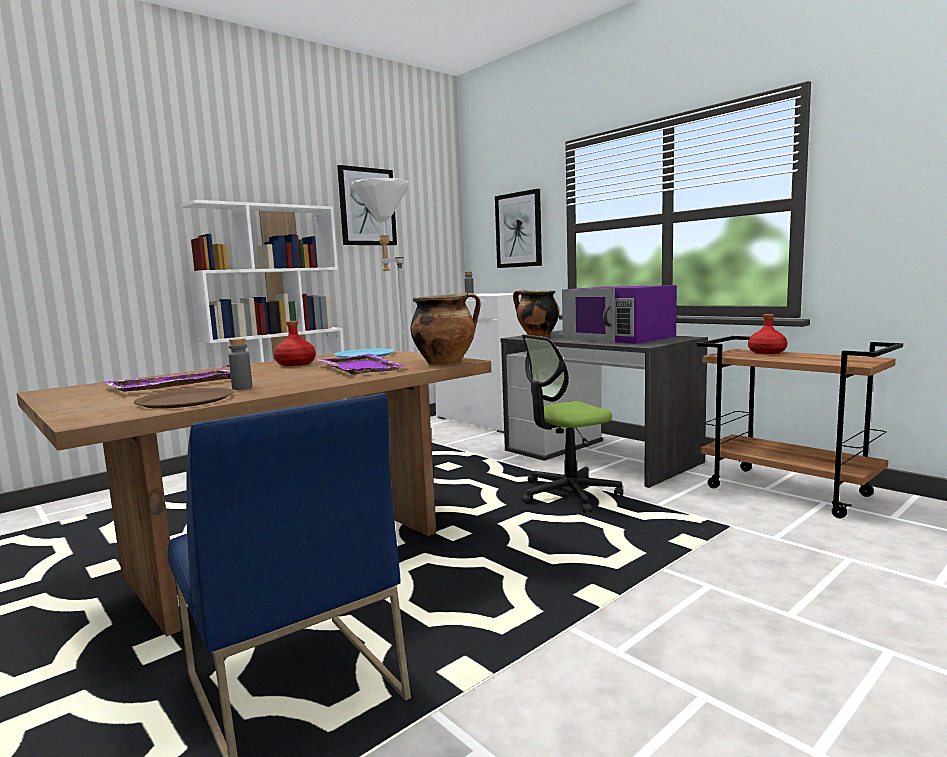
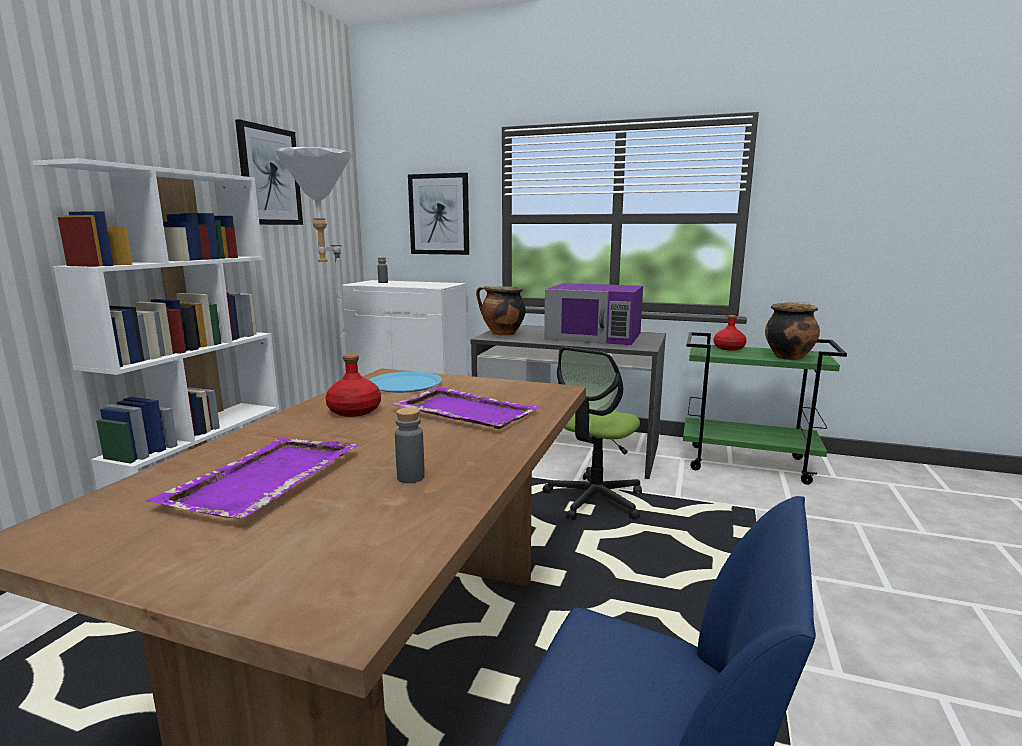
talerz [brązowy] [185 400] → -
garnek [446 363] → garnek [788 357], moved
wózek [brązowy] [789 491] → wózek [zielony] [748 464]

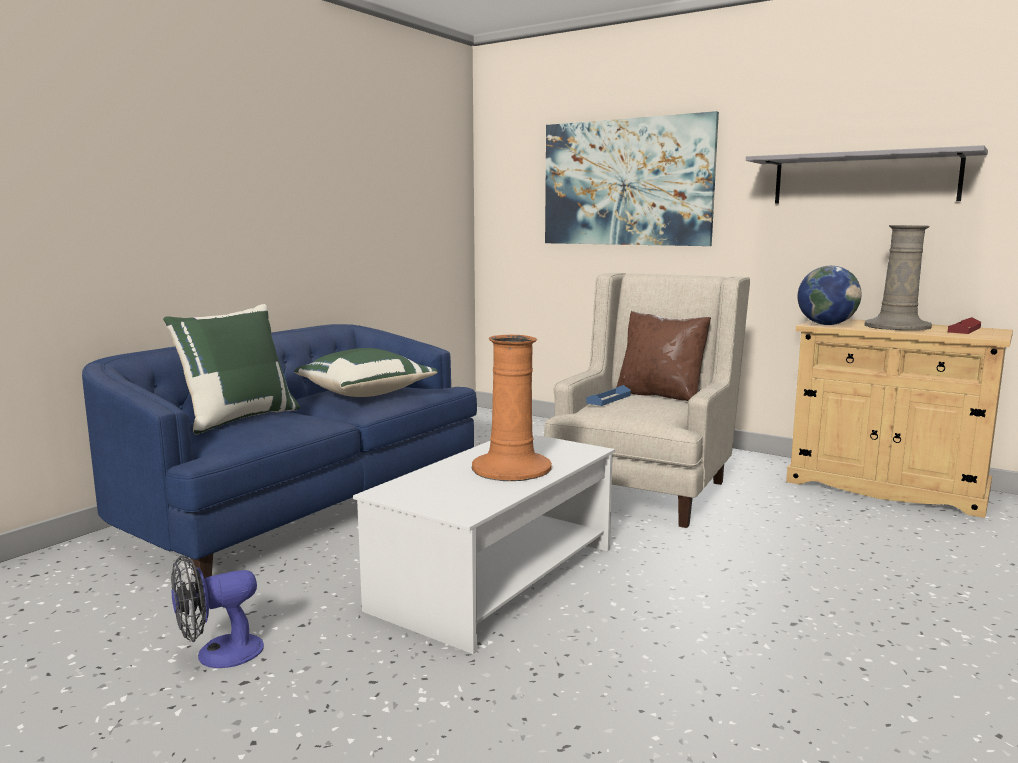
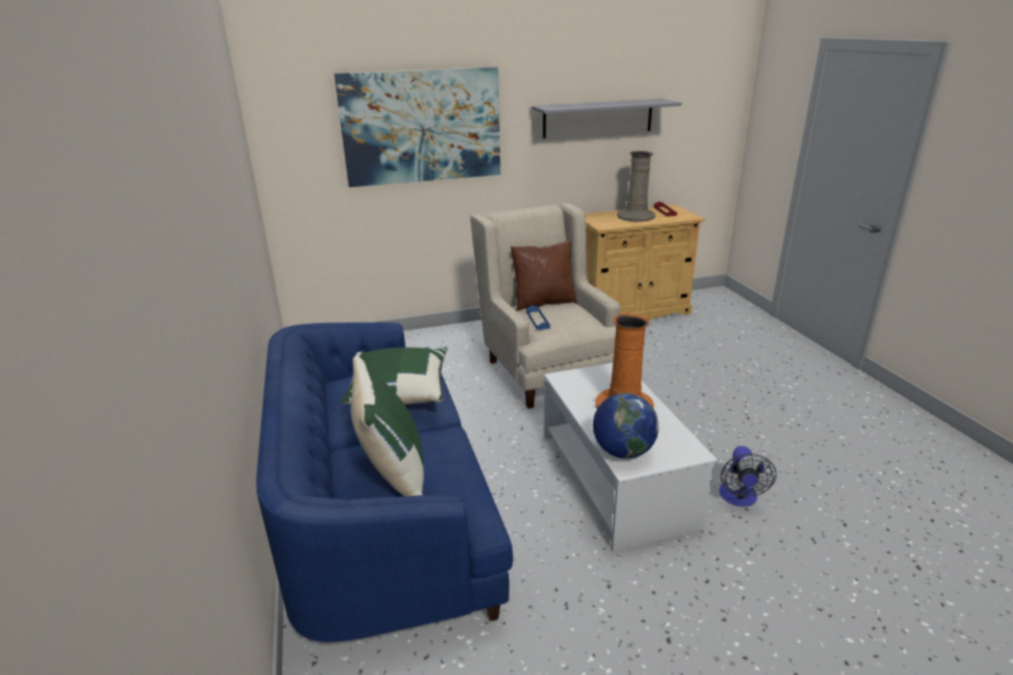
wentylator [218 655] → wentylator [739 499], moved
globus [826 324] → globus [623 451], moved

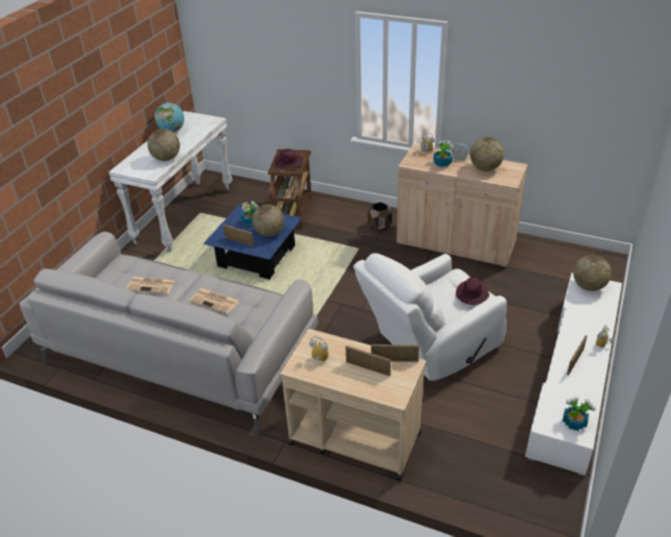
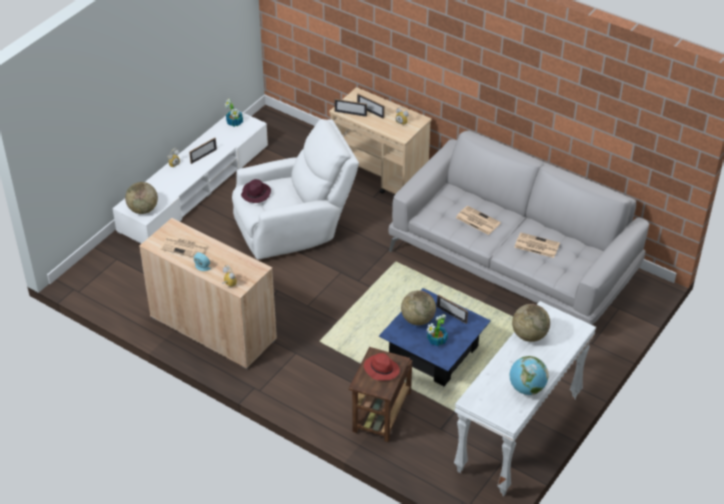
donica [brązowy] [380 226] → -
roślina doniczkowa [442 163] → -
globus [485 168] → gazeta [185 247]
kapelusz [fioletowy] [288 163] → kapelusz [czerwony] [381 369]

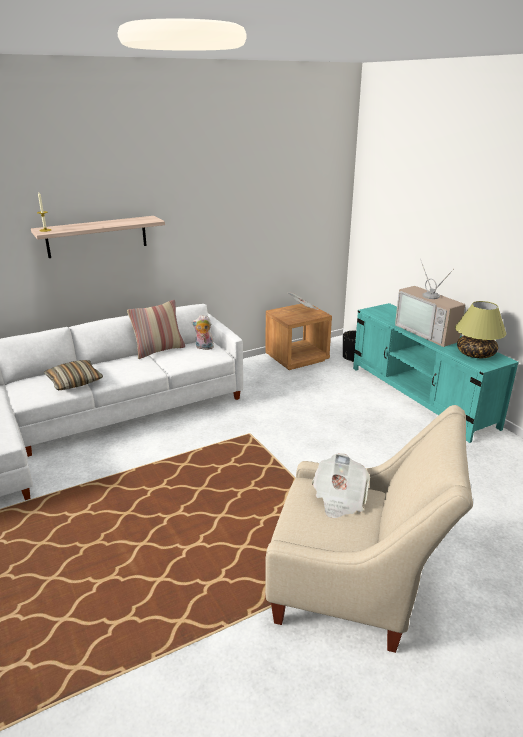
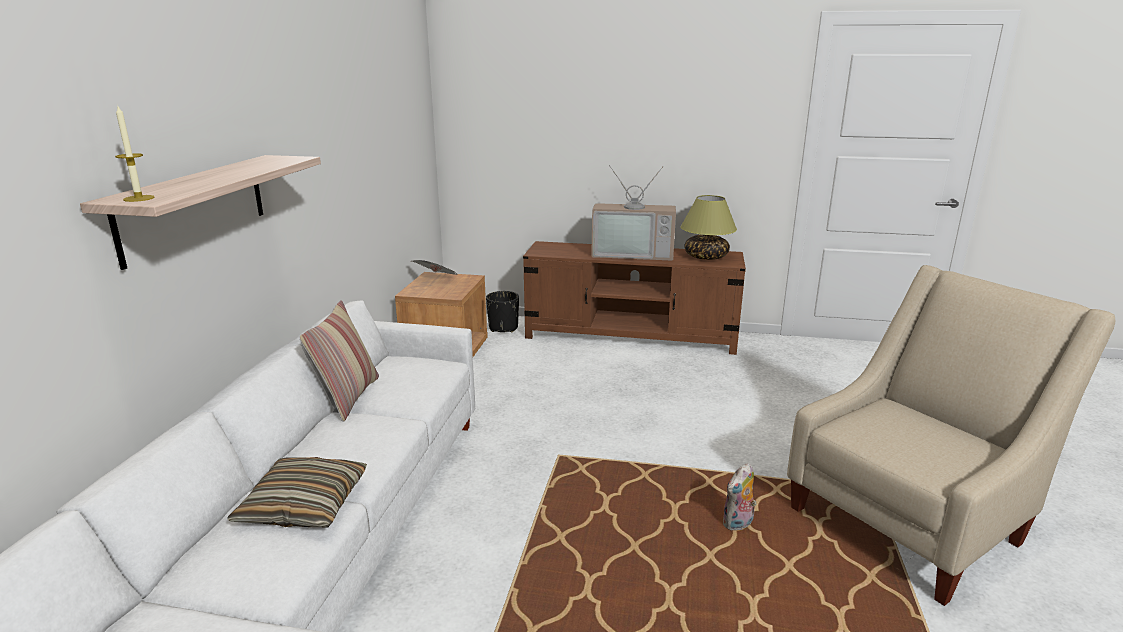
gazeta [339 499] → -
pluszak [204 348] → pluszak [738 524], moved
szafka pod telewizor [turkusowy] [421 396] → szafka pod telewizor [brązowy] [631 336]

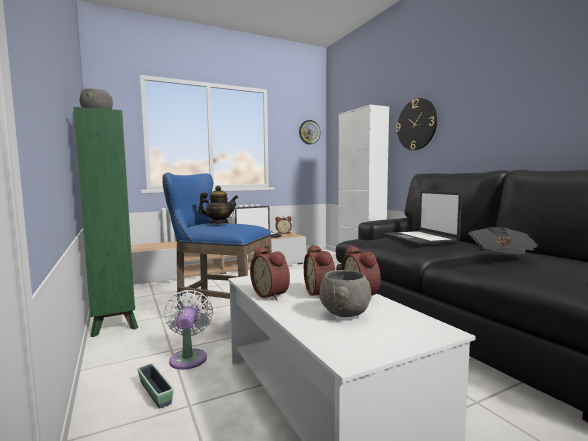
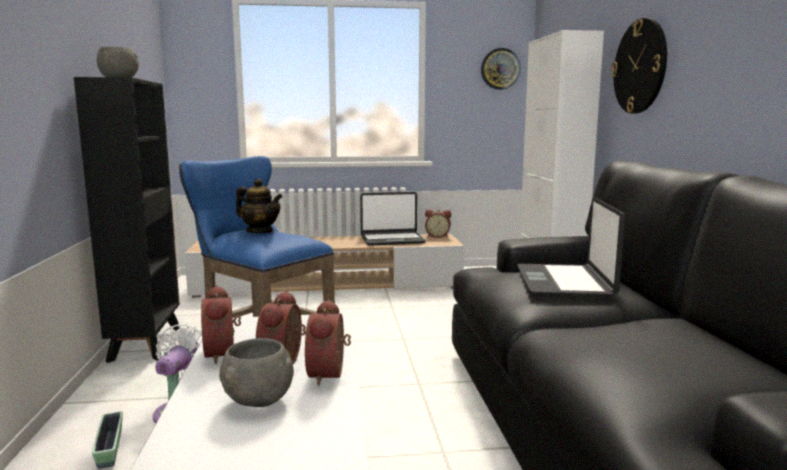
gazeta [502 258] → -
regał [zielony] [115 320] → regał [czarny] [147 343]

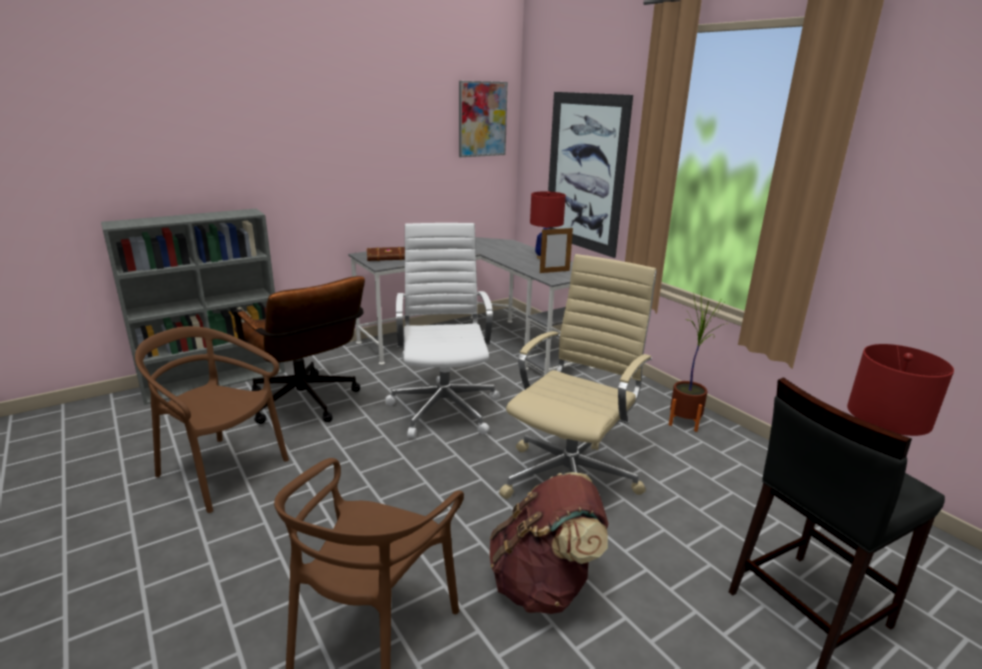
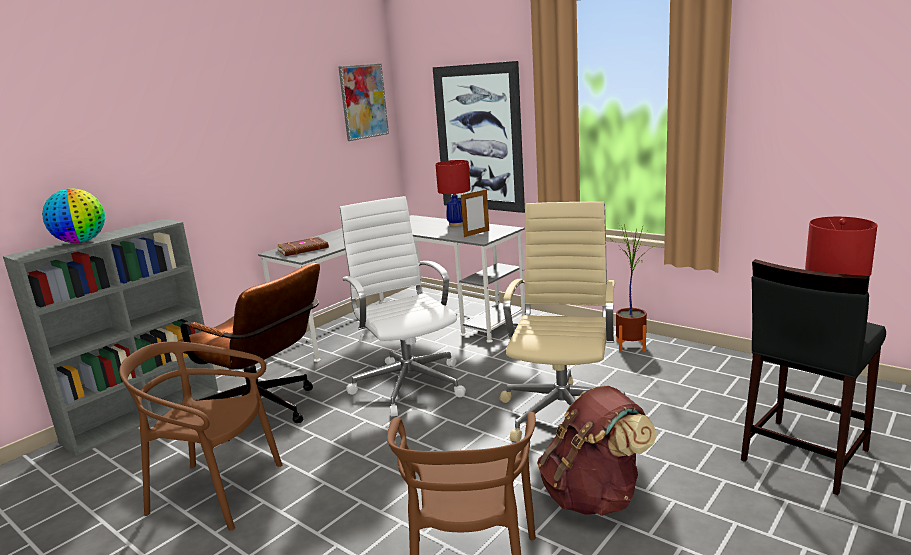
- → globus [81 242]

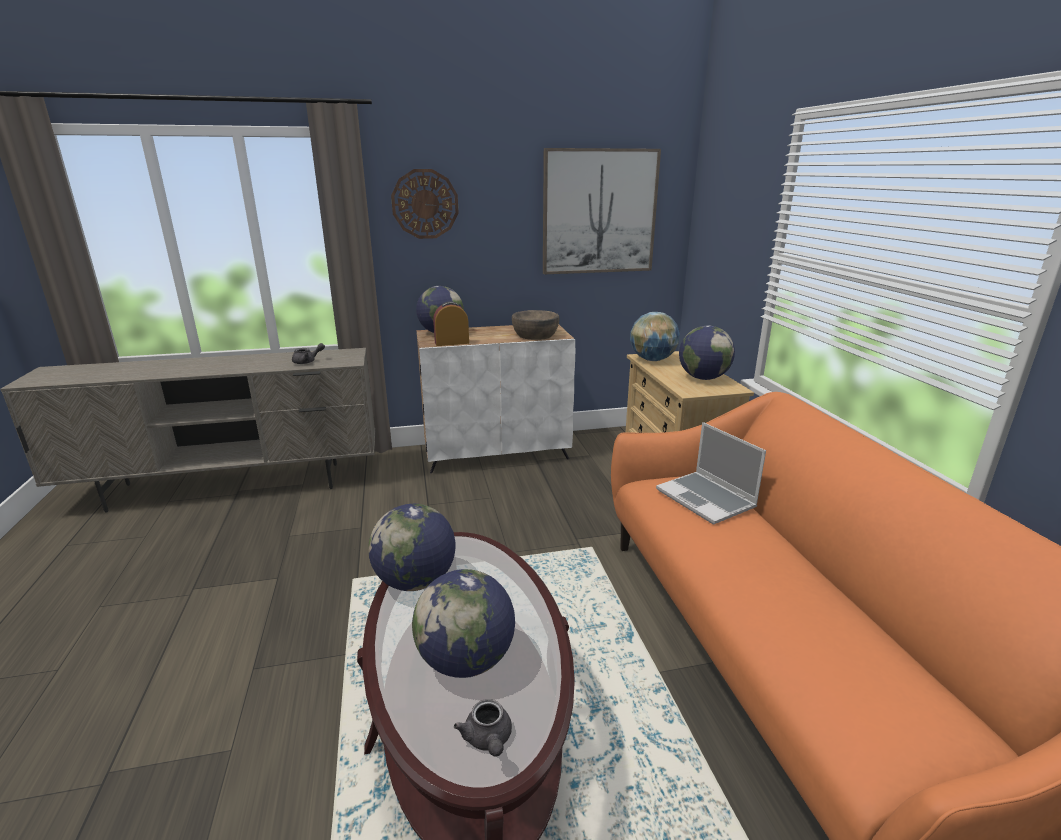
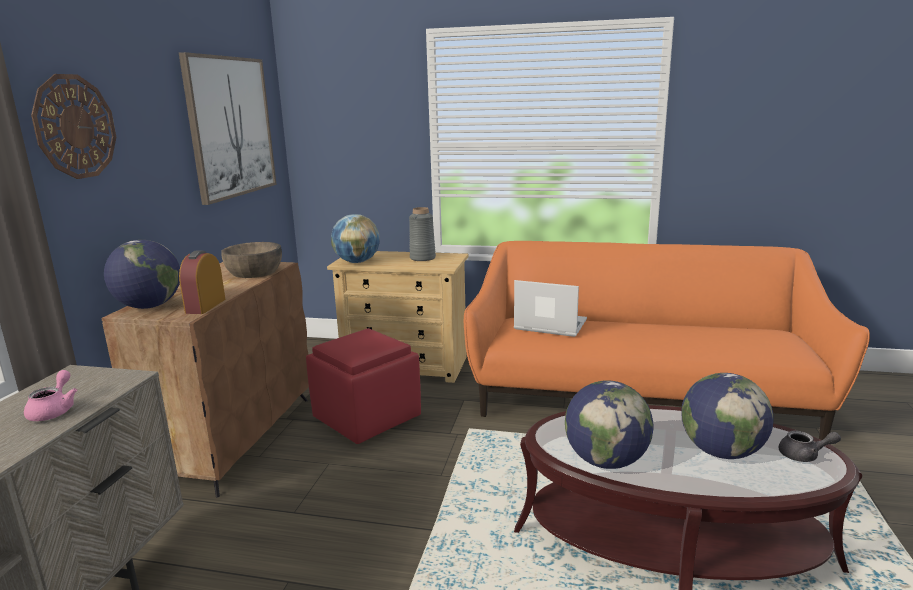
- → pufa [czerwony] [367 417]
globus [703 378] → wazon [szary] [423 258]
imbryk [szary] [307 361] → imbryk [różowy] [54 410]
szafka [biały] [497 453] → szafka [brązowy] [236 438]
laptop [707 499] → laptop [549 325], 150 degrees counterclockwise

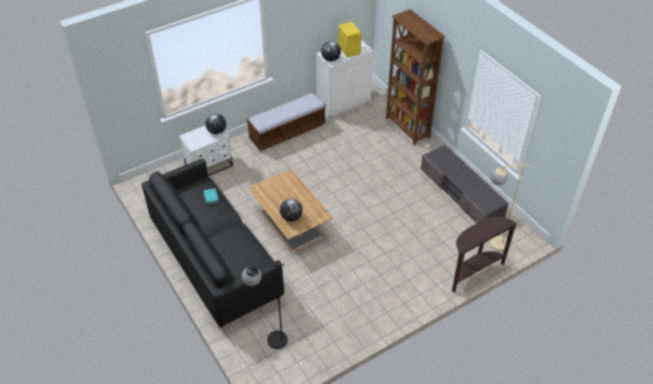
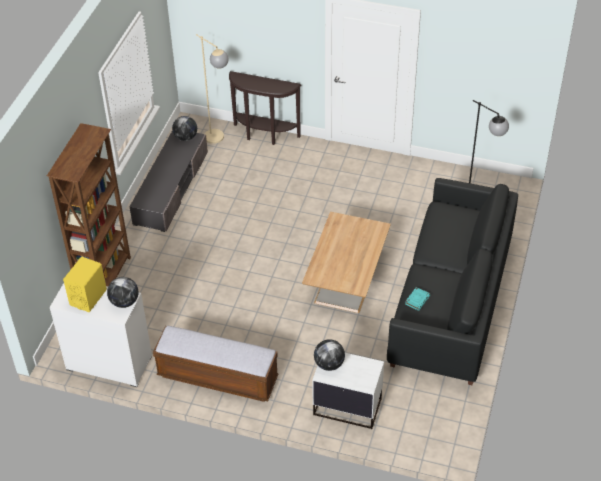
globus [291 217] → globus [185 137], moved

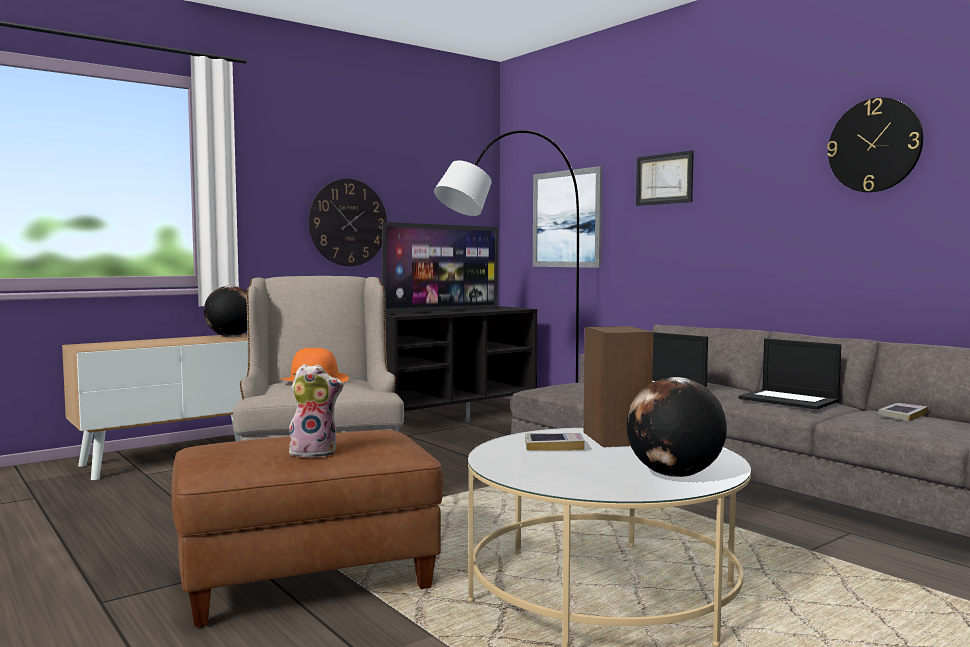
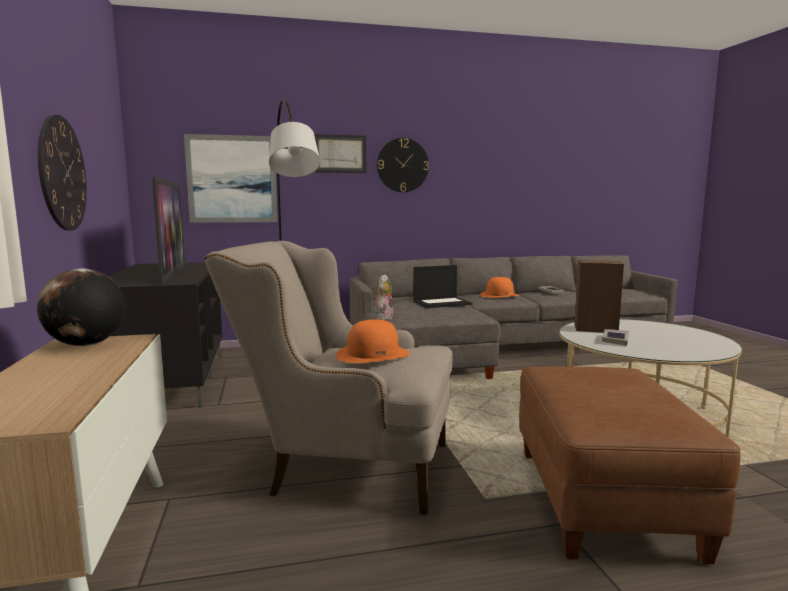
globus [674 475] → -
pluszak [315 452] → pluszak [383 318], moved
zegar ścienny [874 145] → zegar ścienny [402 165], moved
laptop [790 400] → kapelusz [pomarańczowy] [499 295]

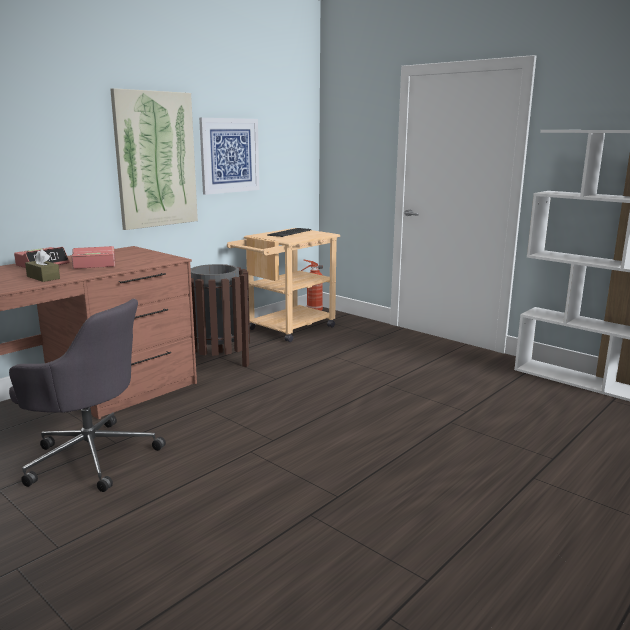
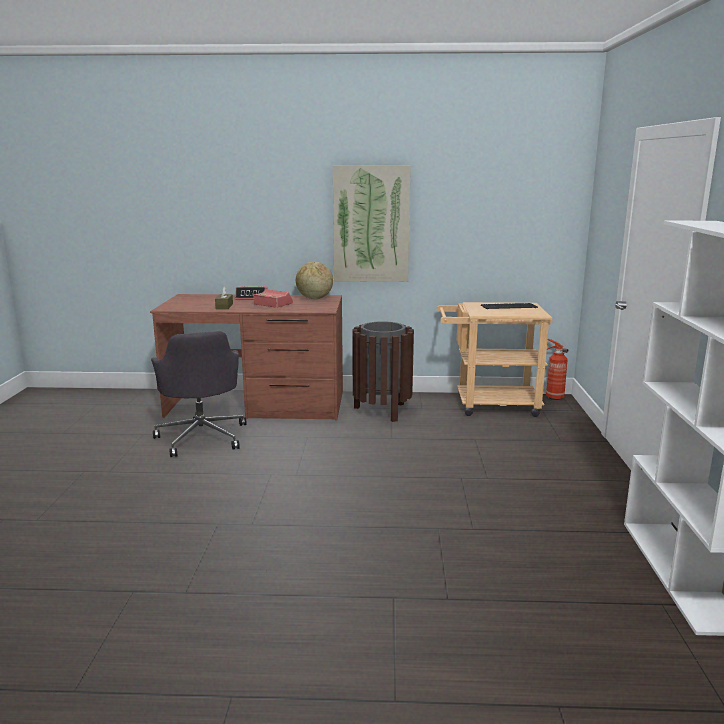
obraz [229 155] → -
- → globus [314 298]

